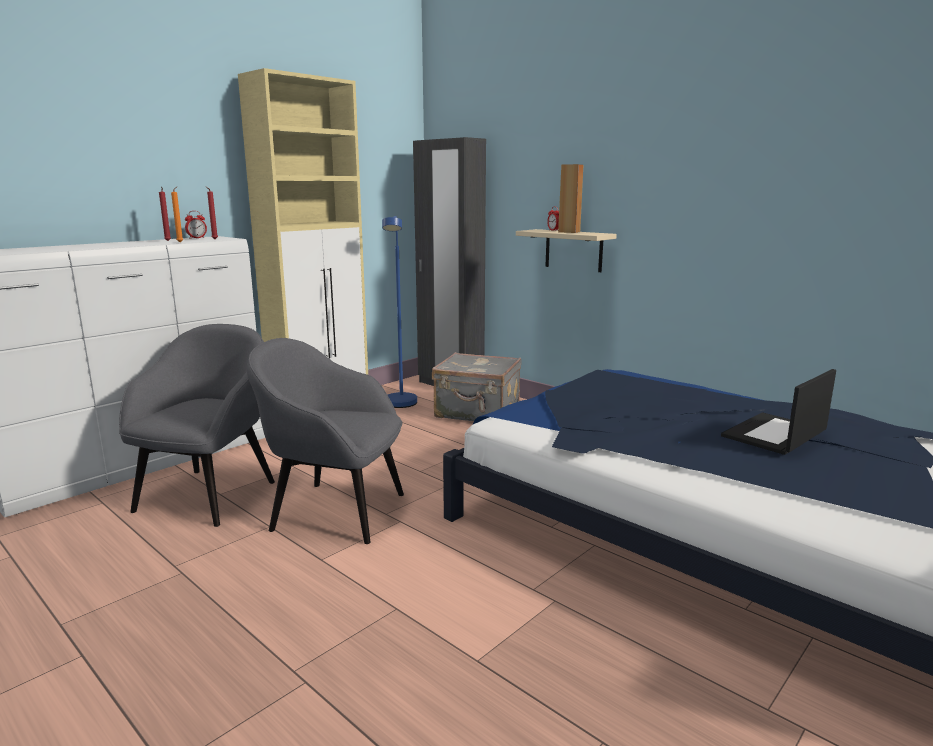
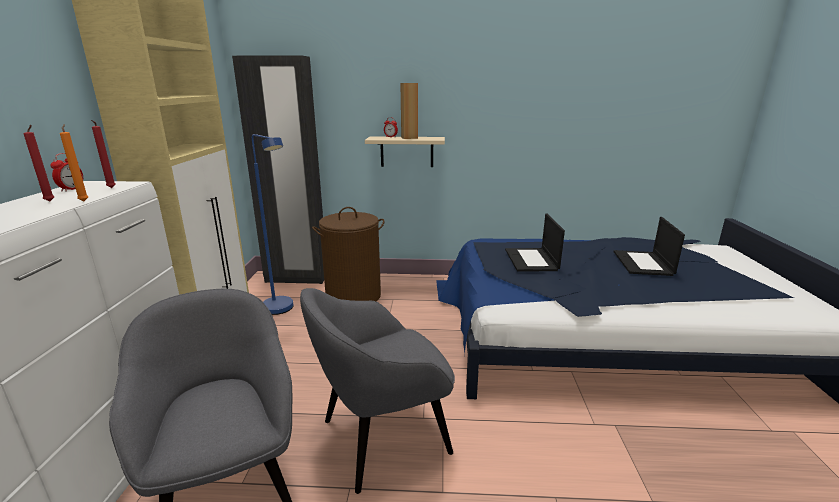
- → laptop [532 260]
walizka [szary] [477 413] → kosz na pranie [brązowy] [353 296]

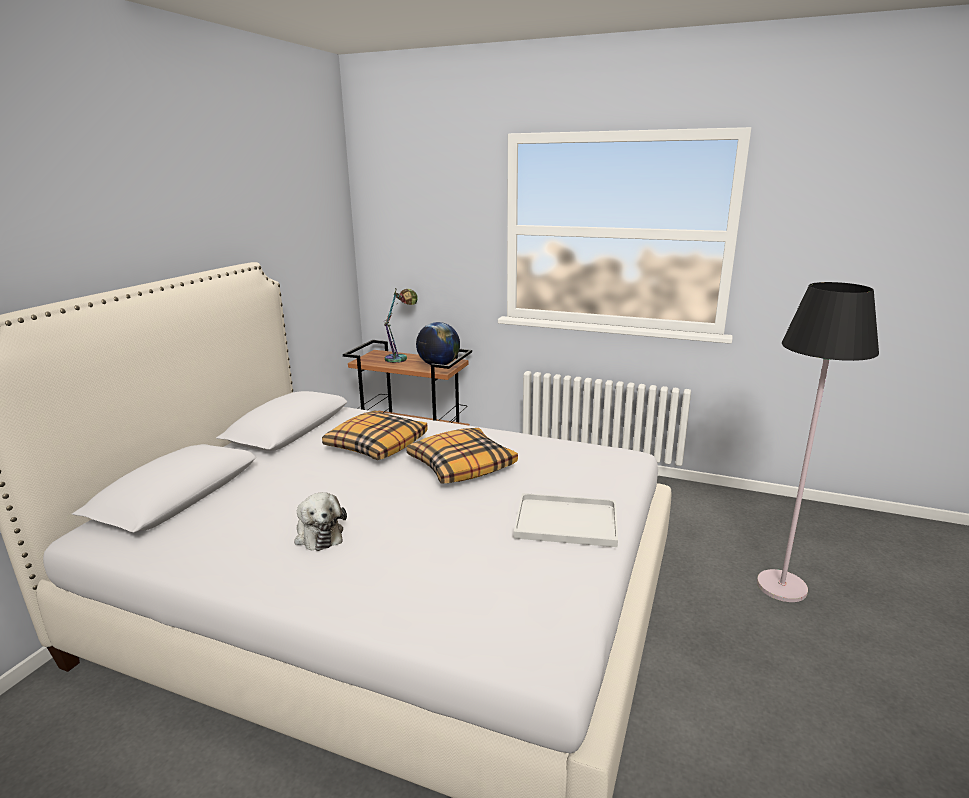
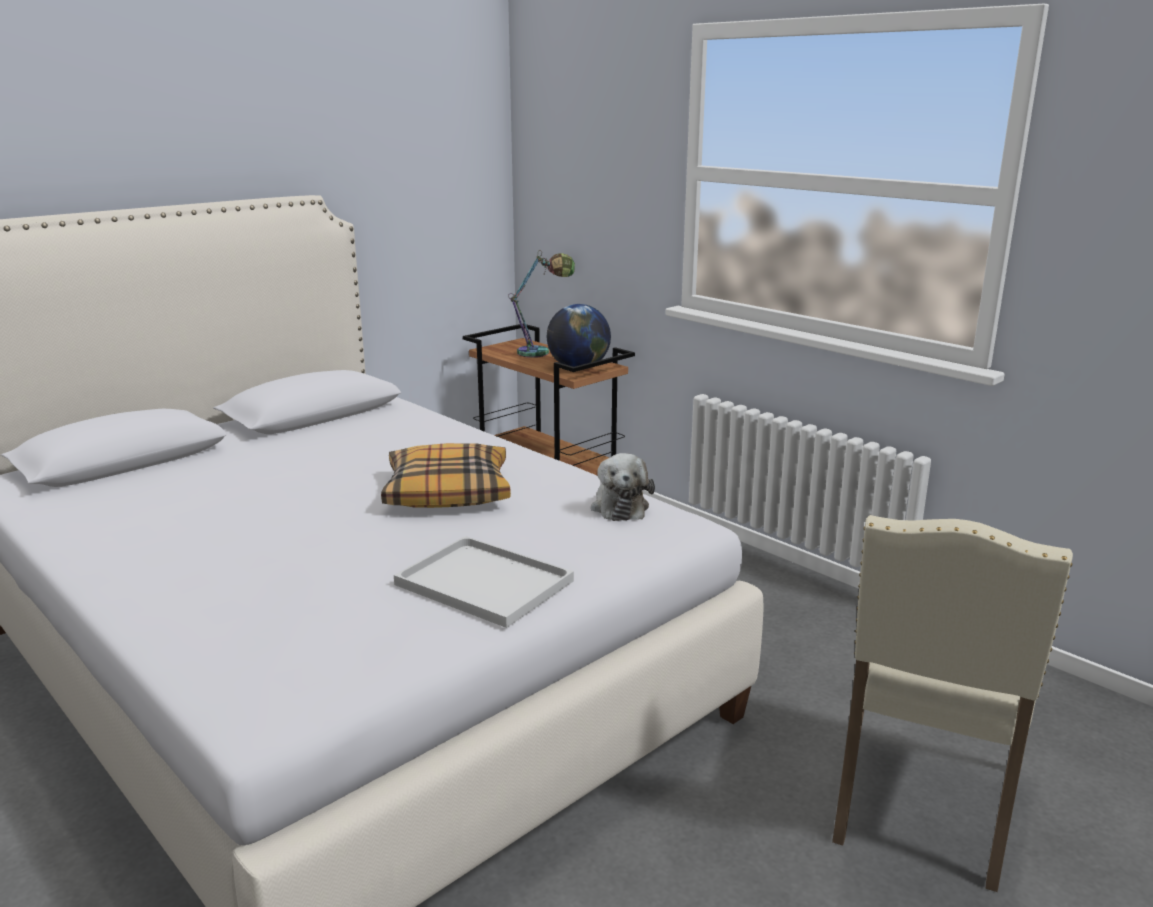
poduszka [376 445] → -
pluszak [318 534] → pluszak [619 506], moved
lampa stojąca [czarny] [781 587] → krzesło [beżowy] [922 805]

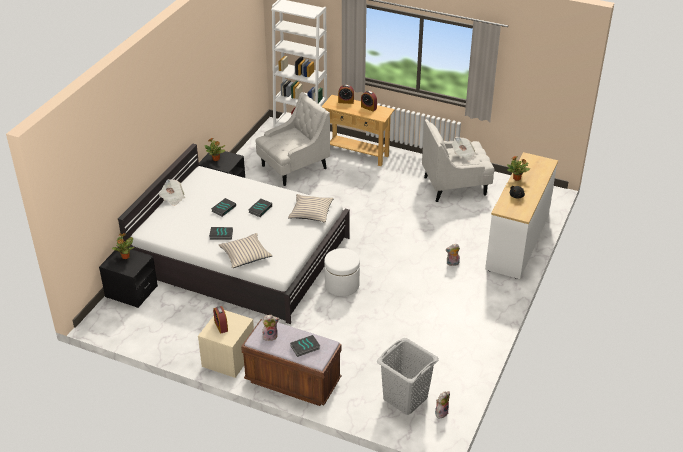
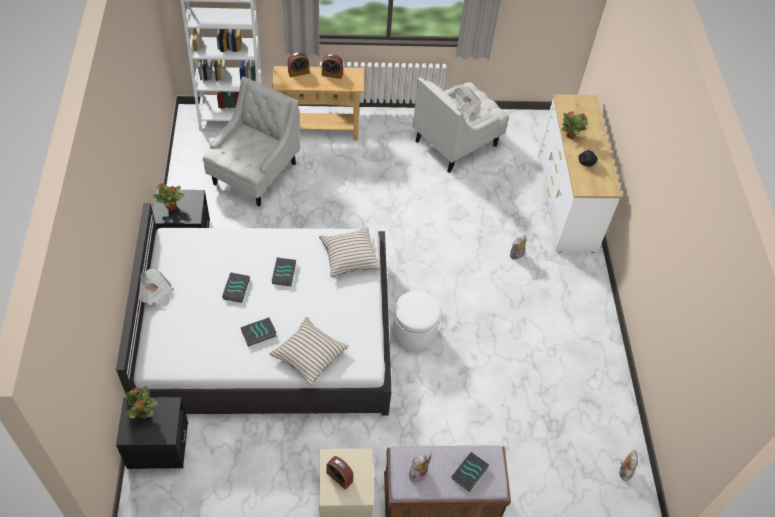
kosz na pranie [szary] [405 398] → -

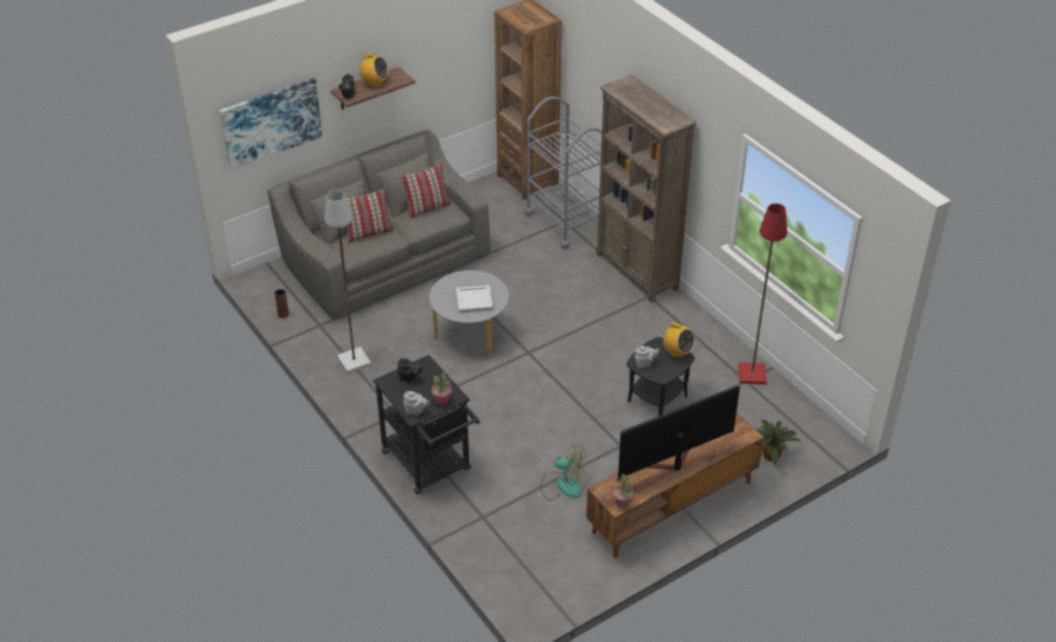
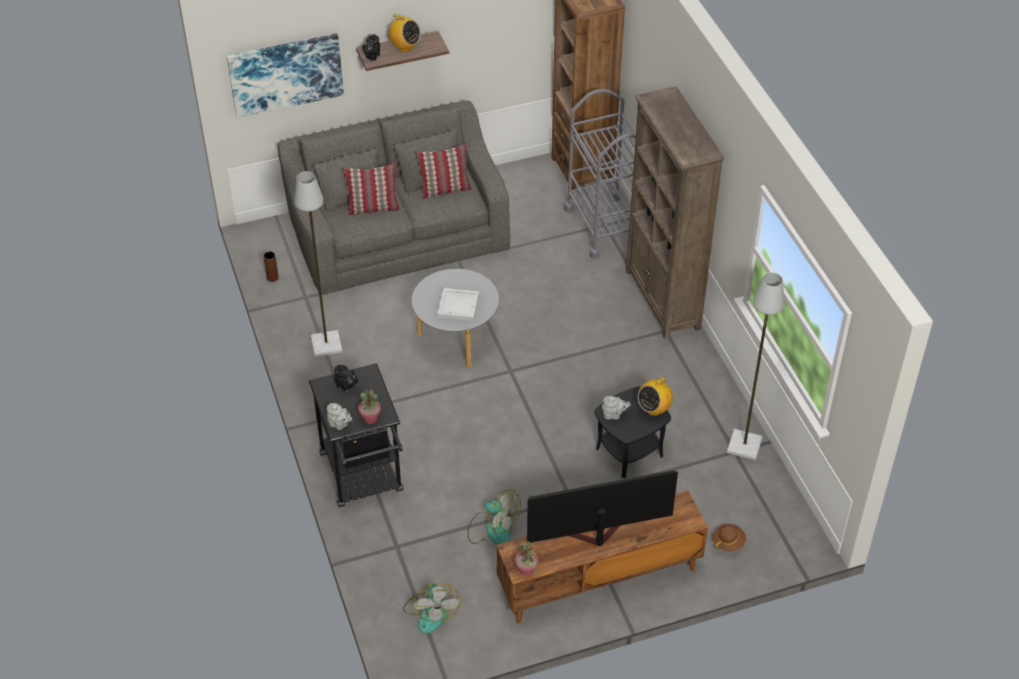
- → wentylator [431 612]
roślina doniczkowa [769 454] → kapelusz [brązowy] [728 542]
lampa stojąca [czerwony] [752 375] → lampa stojąca [szary] [745 446]
radio [677 352] → radio [654 409], 75 degrees clockwise

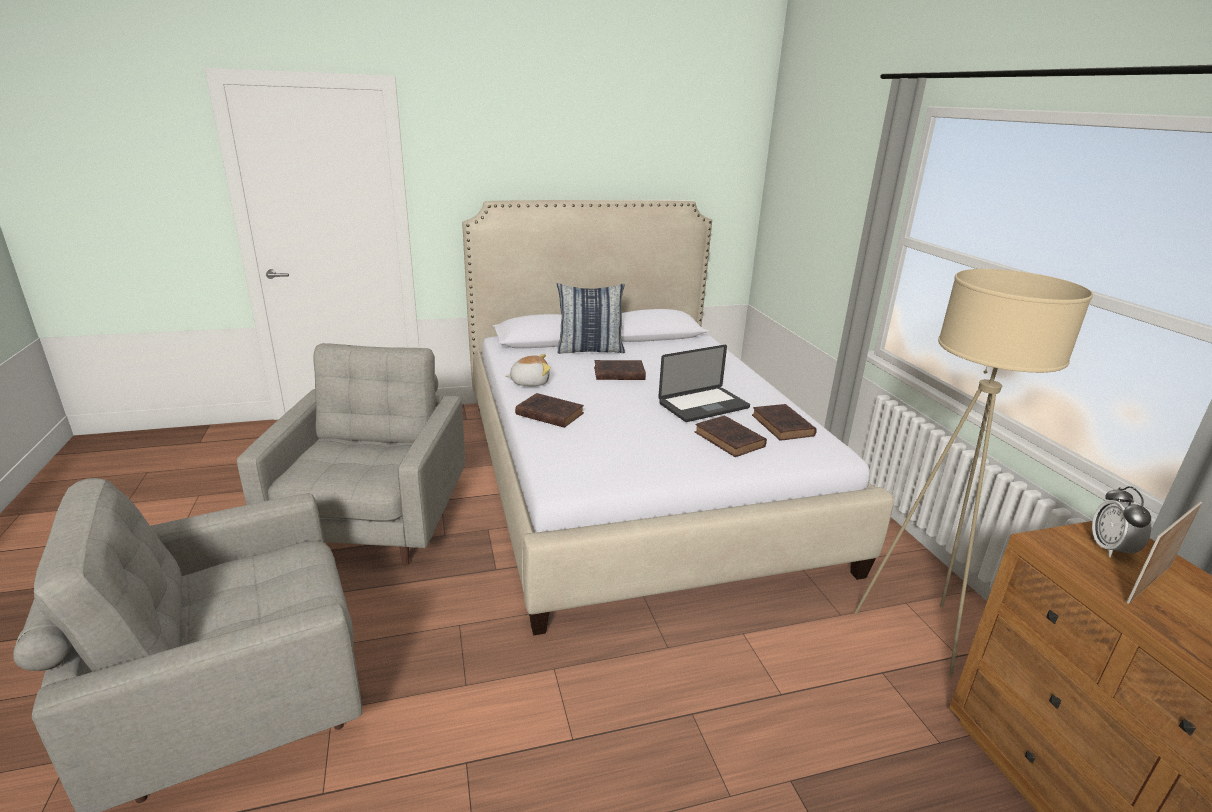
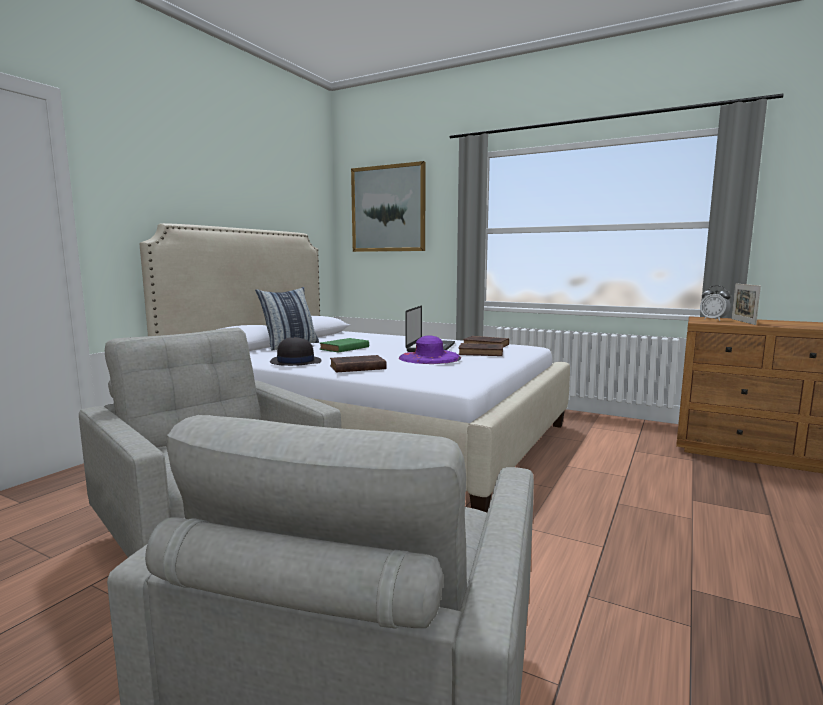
lampa stojąca [beżowy] [915 631] → -
- → obraz [388 209]
- → kapelusz [fioletowy] [429 358]
pluszak [529 382] → kapelusz [czarny] [295 362]
książka [brązowy] [617 374] → książka [zielony] [343 348]

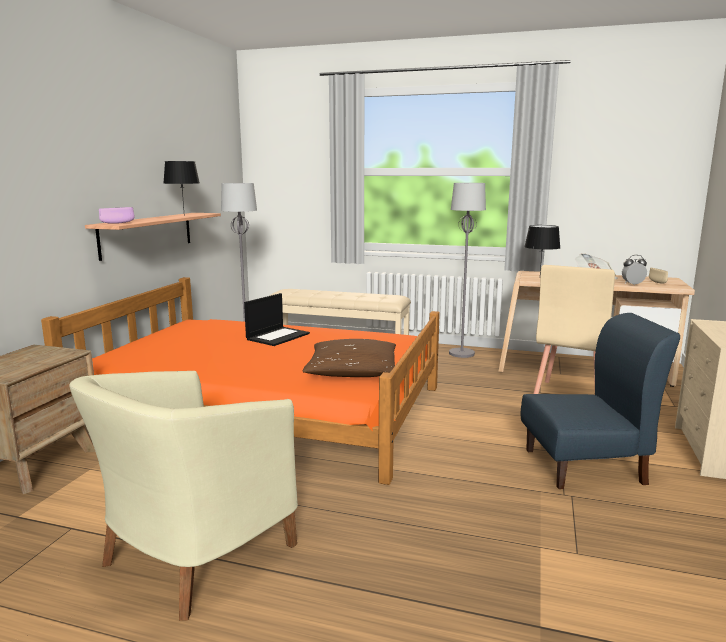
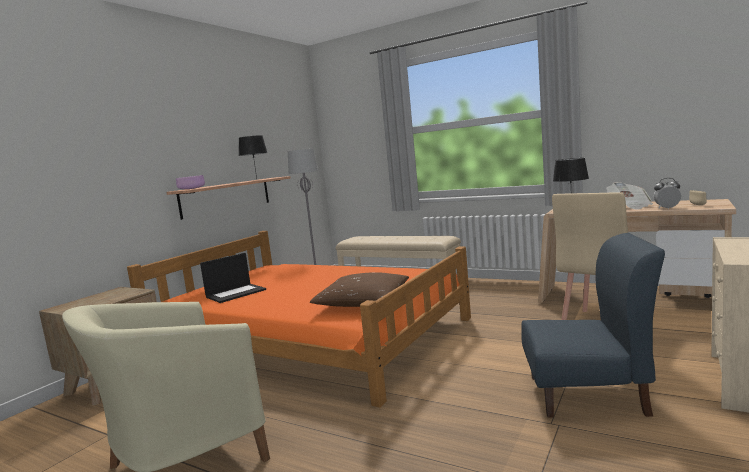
lampa stojąca [szary] [462 353] → -
laptop [278 336] → laptop [236 293], moved

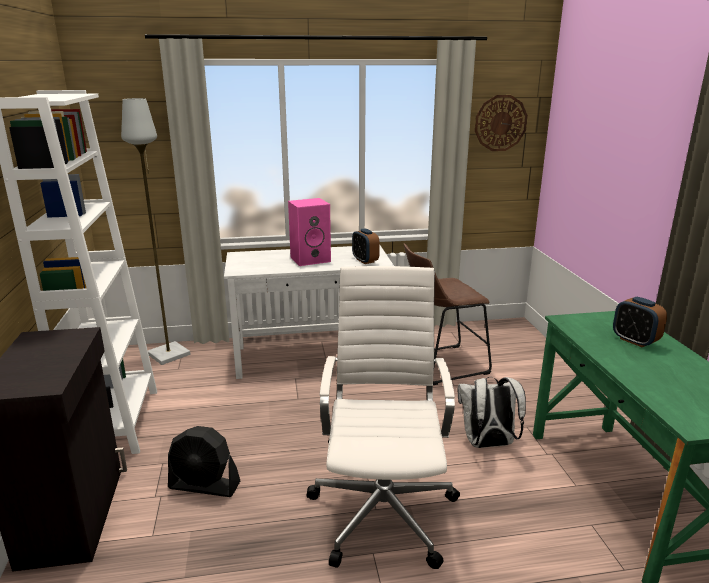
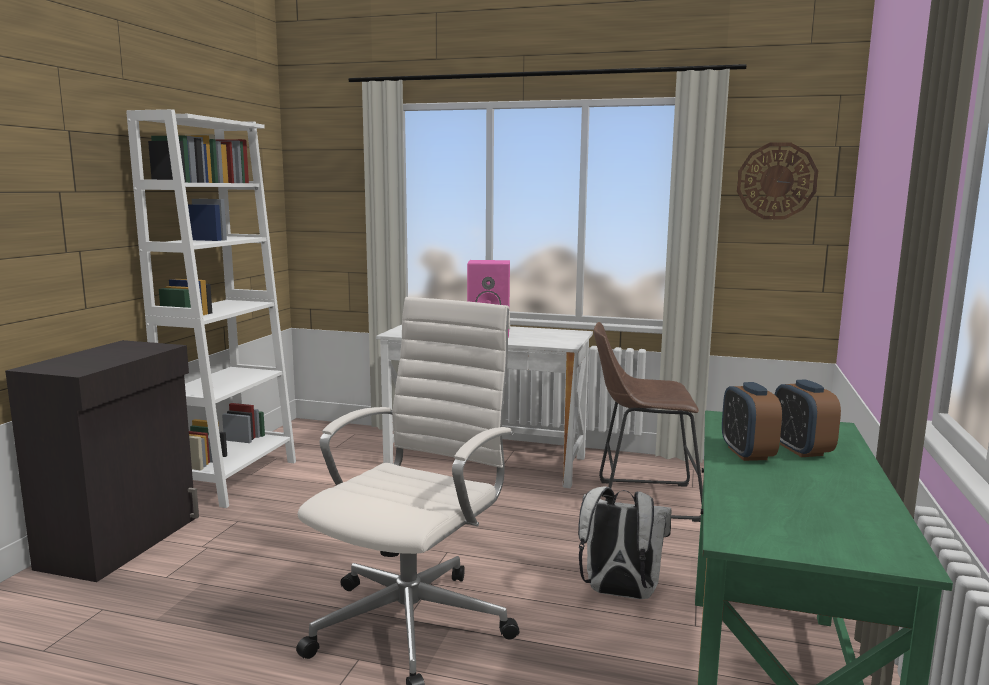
lampa stojąca [szary] [169 354] → -
wentylator [czarny] [204 485] → -
budzik [365 260] → budzik [747 453], moved

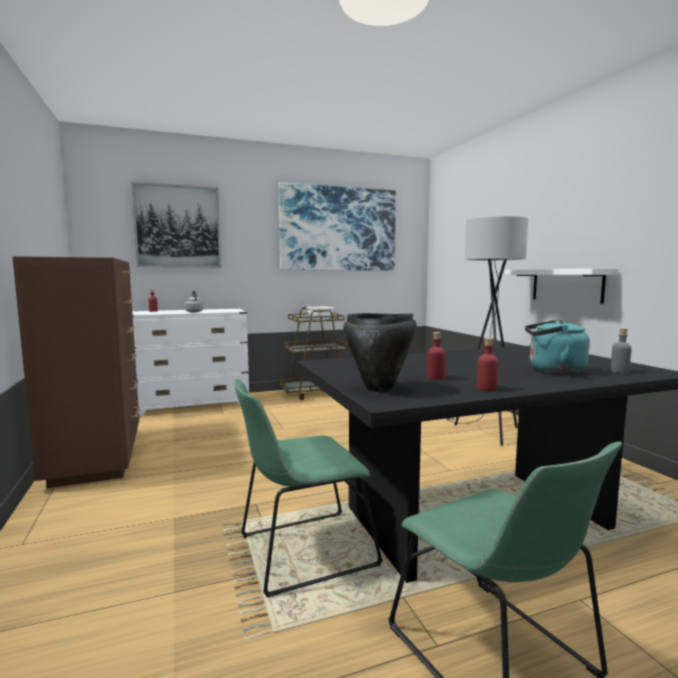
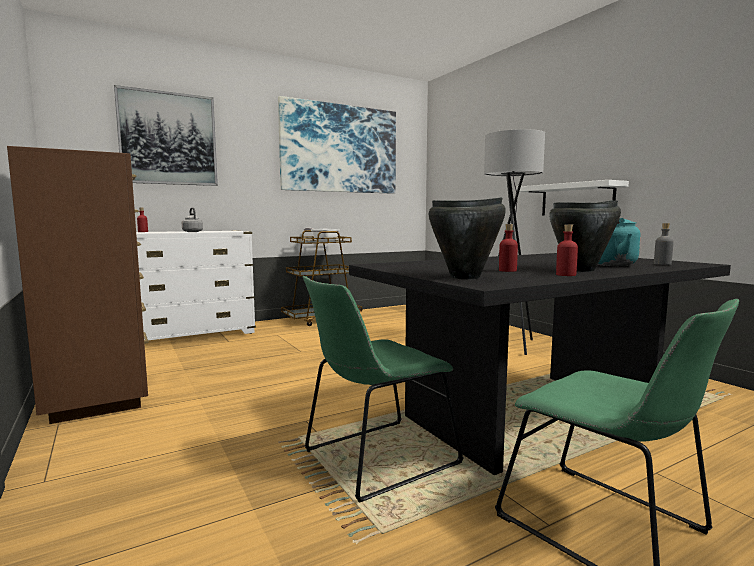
- → garnek [czarny] [581 270]

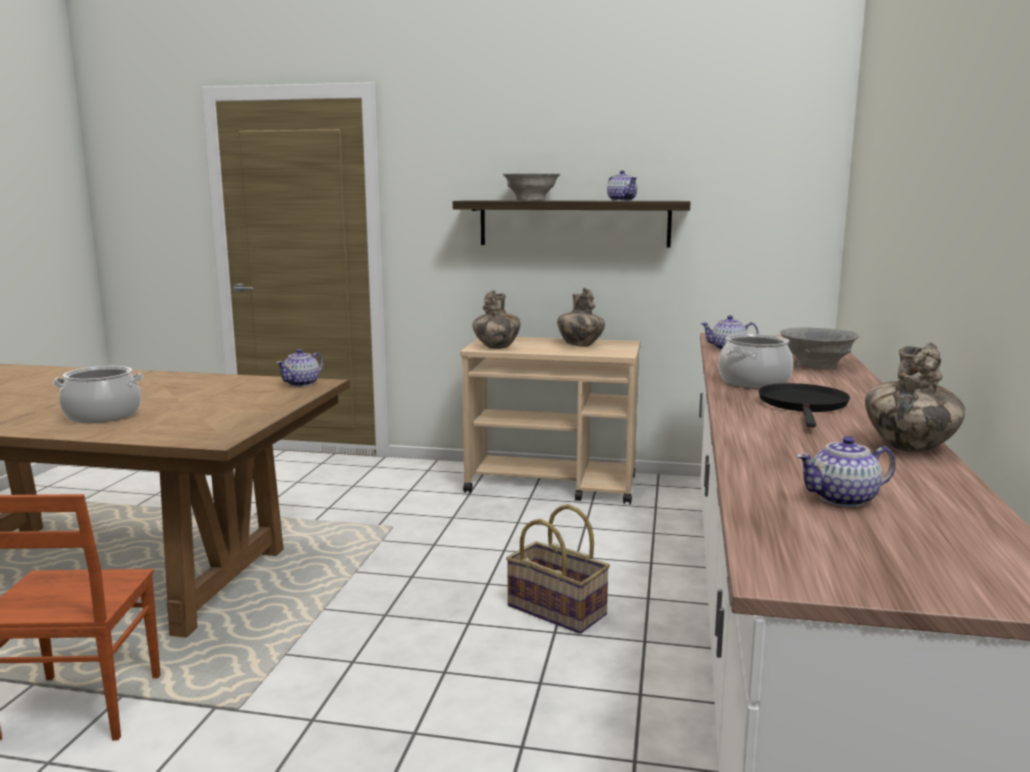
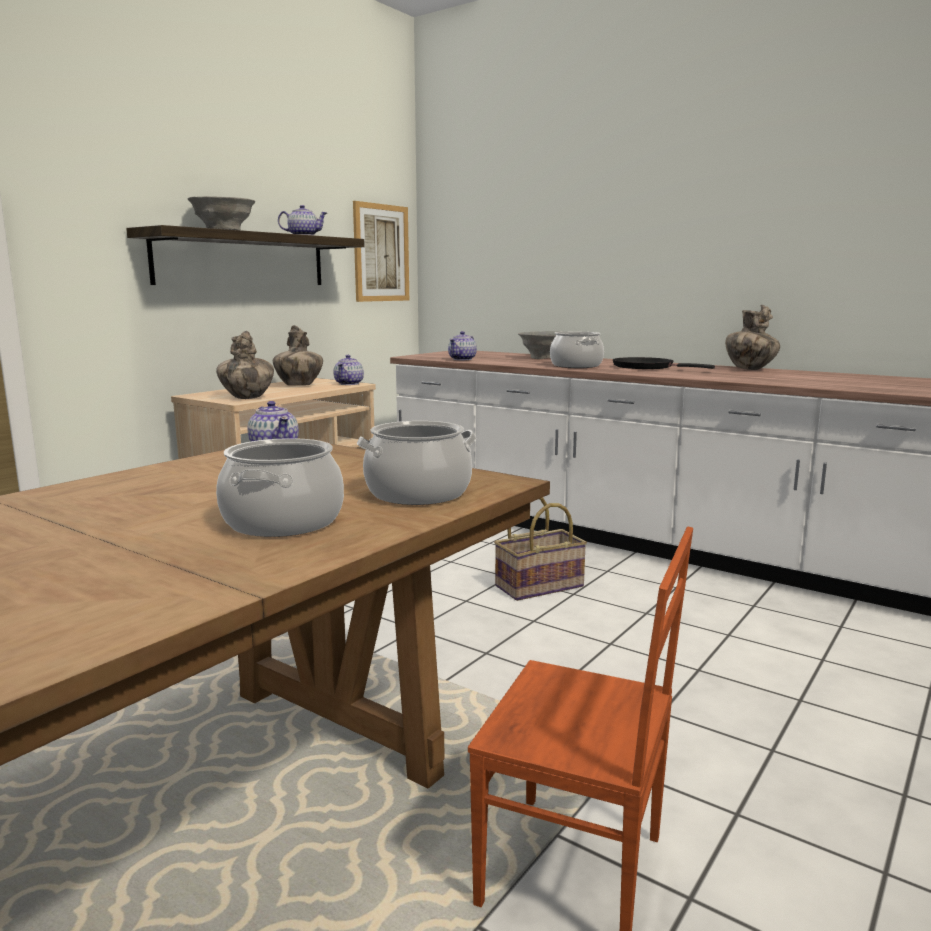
- → obraz [381 253]
- → garnek [418 494]
imbryk [844 499] → imbryk [349 383], moved

